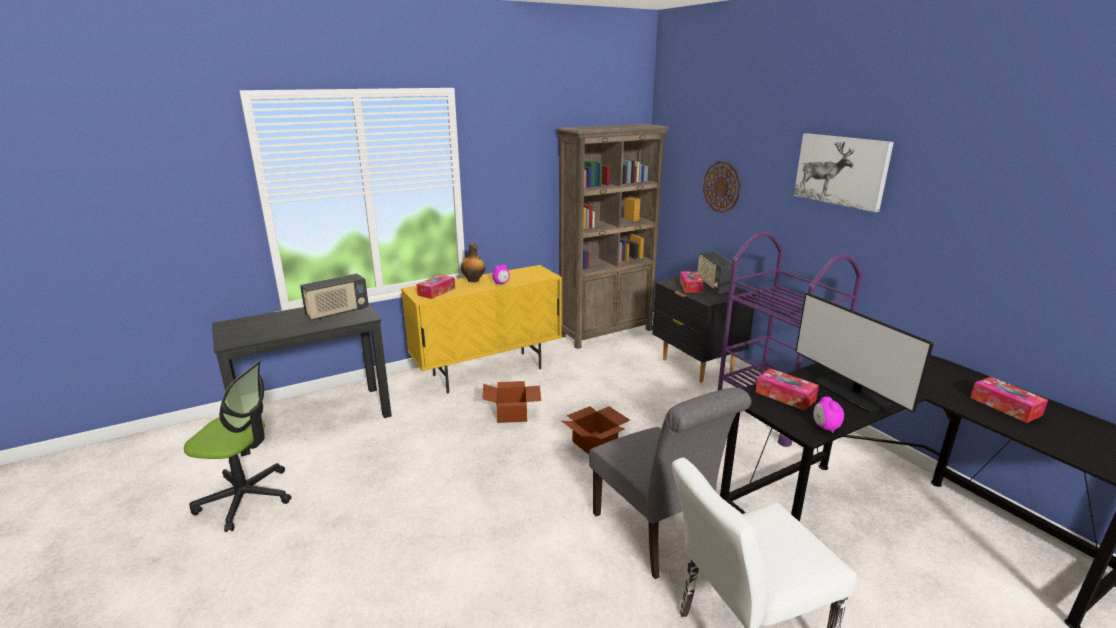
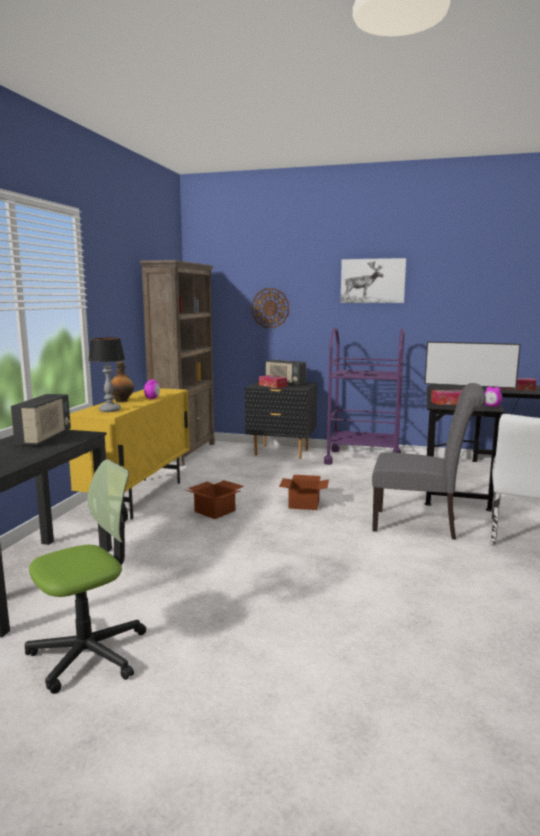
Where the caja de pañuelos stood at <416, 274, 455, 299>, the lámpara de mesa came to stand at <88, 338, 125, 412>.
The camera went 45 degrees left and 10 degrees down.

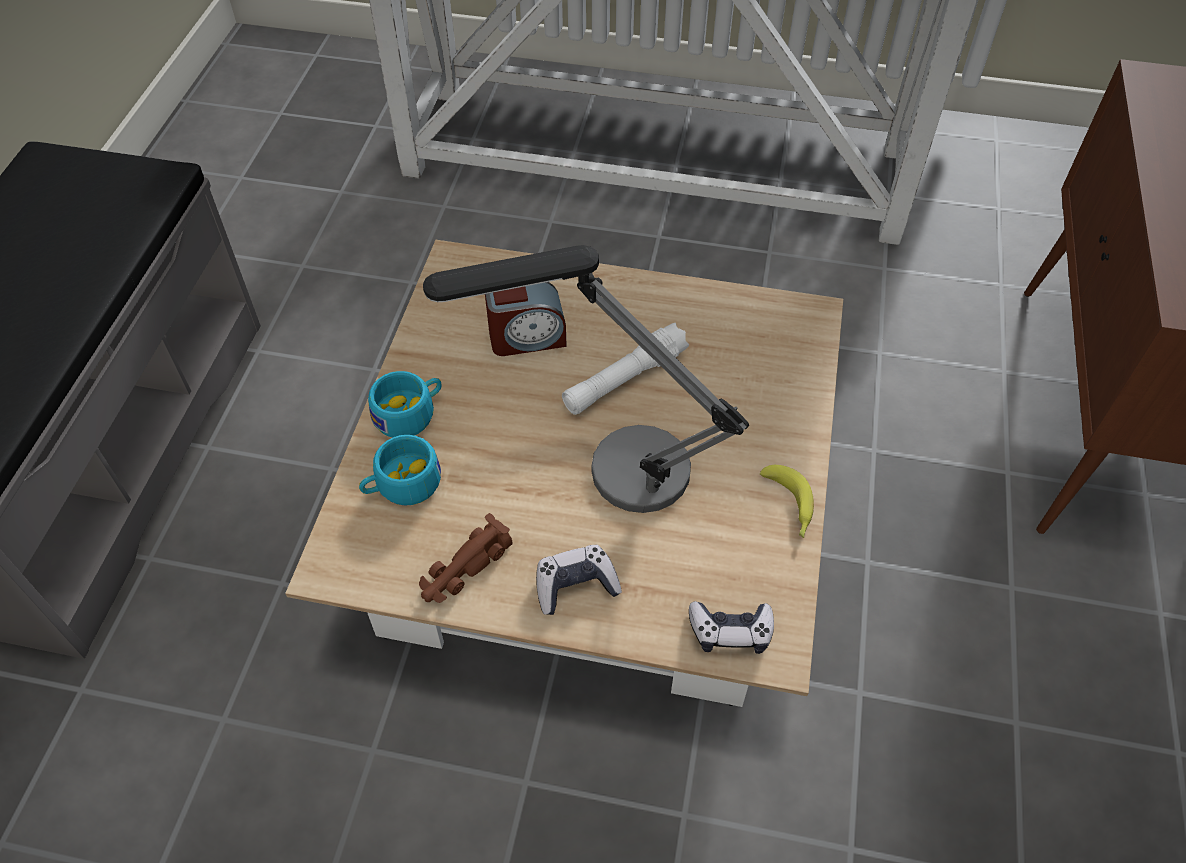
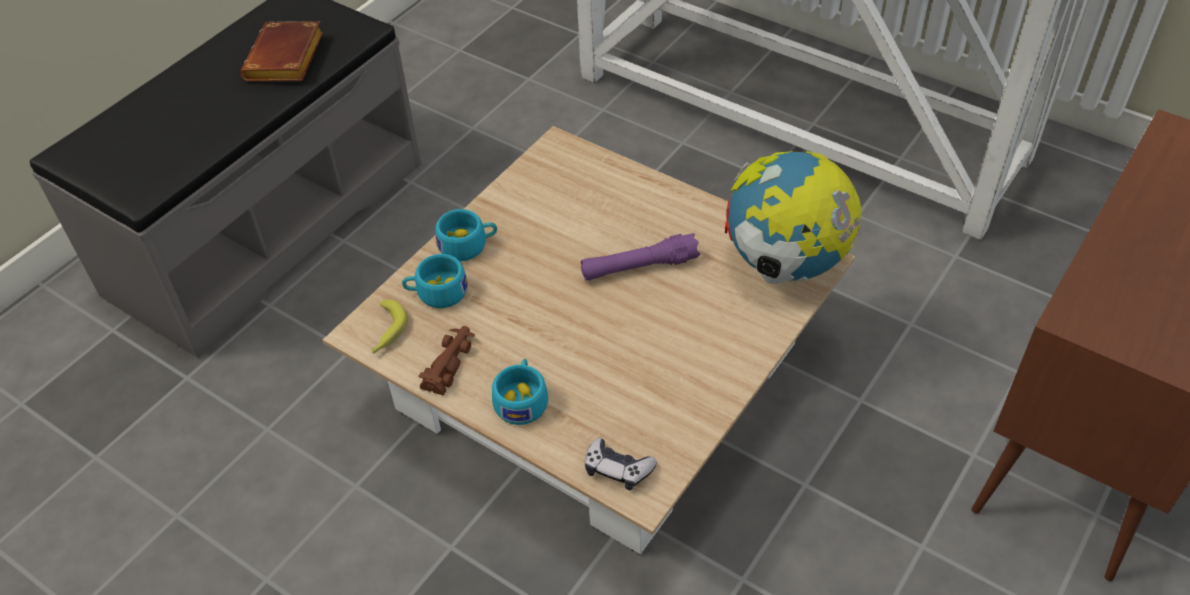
The coche de juguete [marrón] at <419, 513, 513, 603> ended up facing another way, 135 degrees clockwise from before.
The second view lost the lámpara de mesa at <423, 245, 749, 513>.
The second view lost the despertador at <485, 282, 567, 356>.
Where the mando de consola stood at <536, 545, 622, 615>, the taza [turquesa] came to stand at <492, 359, 548, 425>.
What was the linterna [blanco] at <562, 323, 689, 415> turned into the linterna [morado] at <581, 233, 700, 281>.
The plátano ended up elsewhere, having gone from <760, 465, 814, 538> to <372, 299, 408, 354>.
The second view gained the libro [marrón] at <240, 21, 324, 81>.
The second view gained the globo terráqueo at <725, 151, 861, 284>.
The camera went 25 degrees right and 5 degrees down.

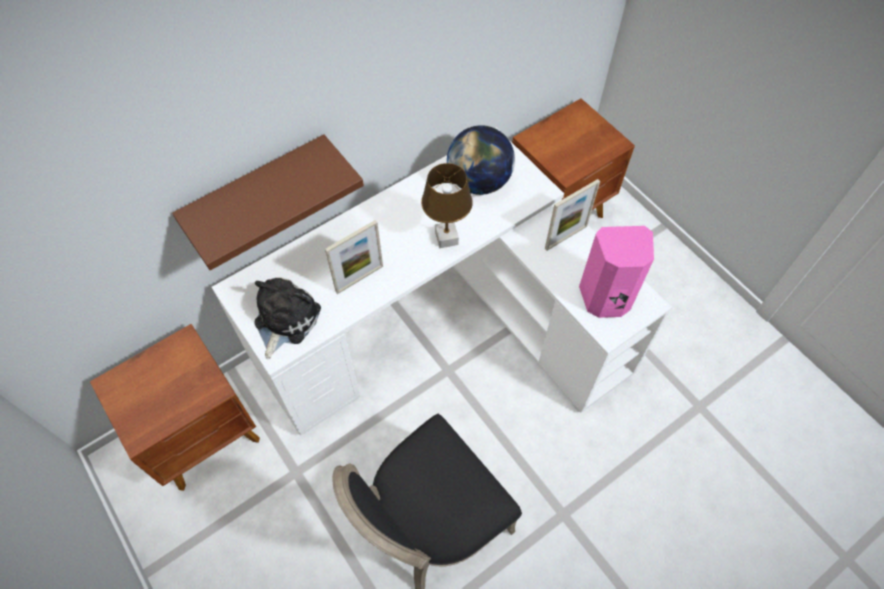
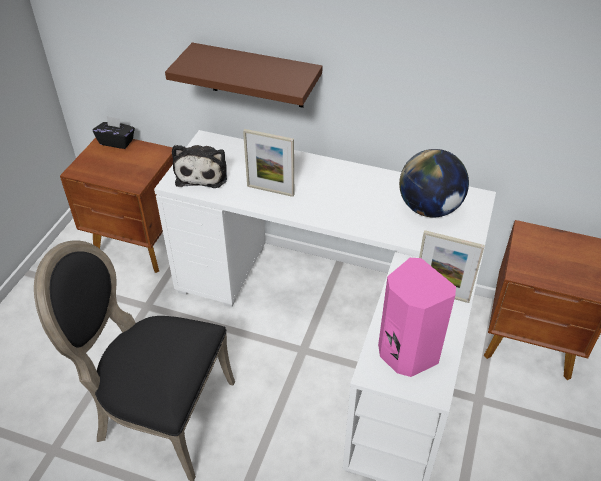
The peluche at <254, 277, 321, 359> ended up facing another way, 105 degrees clockwise from before.
The second view lost the lámpara de mesa [marrón] at <421, 163, 473, 248>.
The second view gained the caja de pañuelos [negro] at <93, 116, 135, 149>.
The camera went 55 degrees right and 15 degrees down.

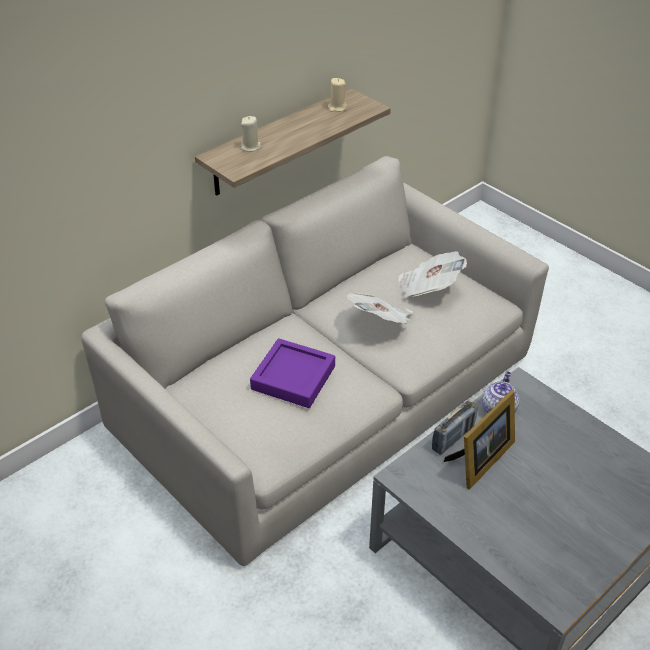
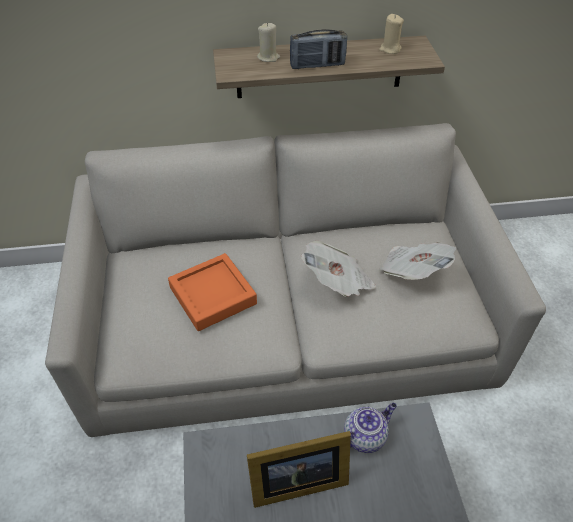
What was the bandeja [morado] at <250, 338, 335, 408> turned into the bandeja [naranja] at <168, 253, 257, 331>.
The radio ended up elsewhere, having gone from <432, 400, 478, 455> to <290, 29, 347, 69>.
The camera went 35 degrees right and 5 degrees up.

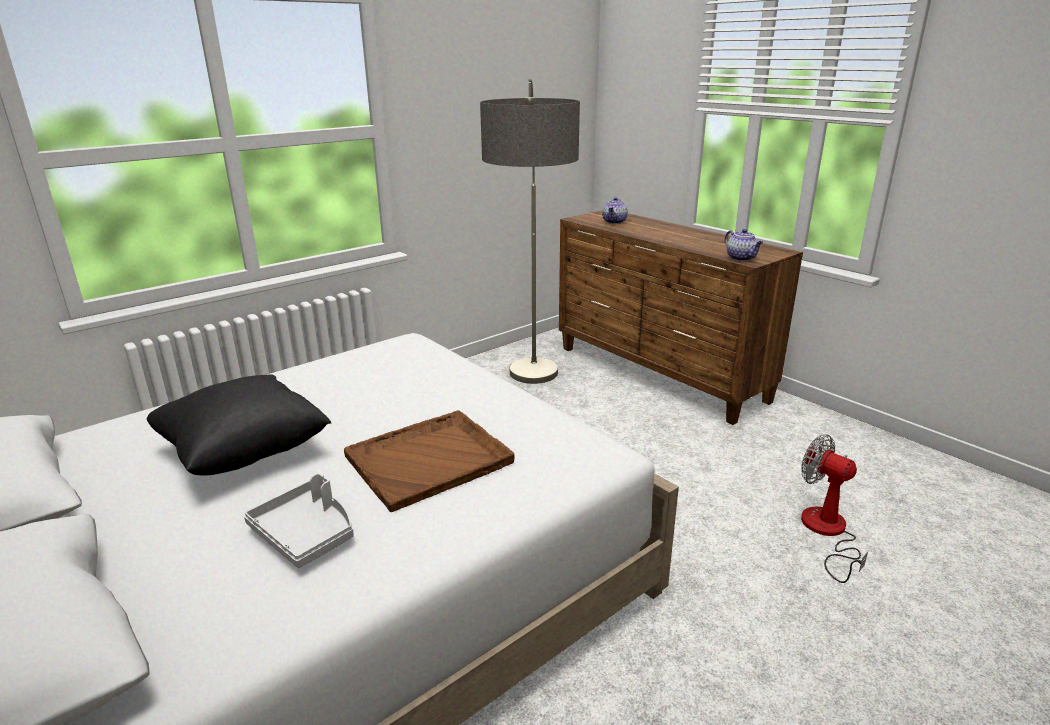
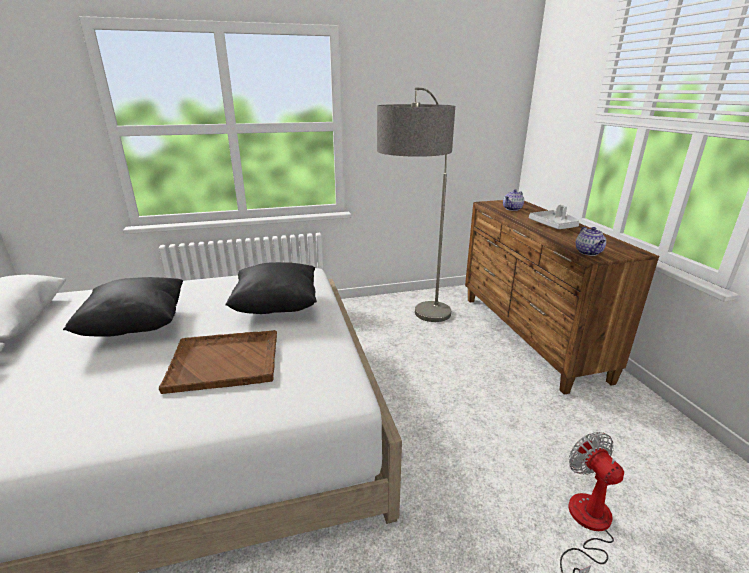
The bandeja [gris] ended up elsewhere, having gone from <244, 473, 354, 568> to <529, 205, 580, 229>.
The second view gained the cojín [negro] at <225, 262, 317, 314>.
The camera went 25 degrees right and 0 degrees up.

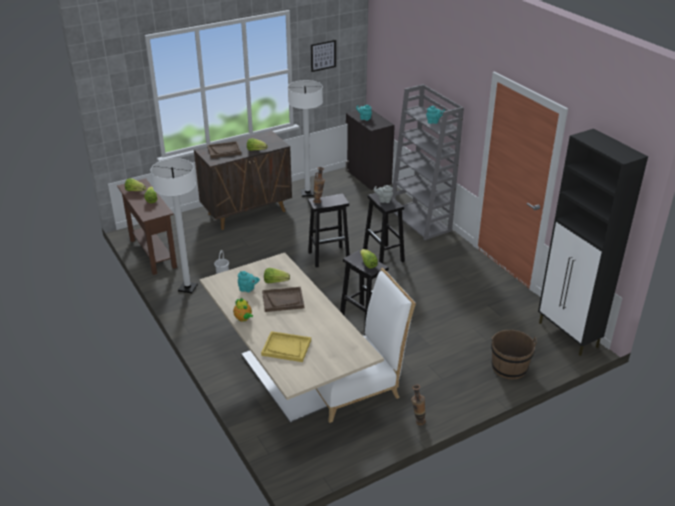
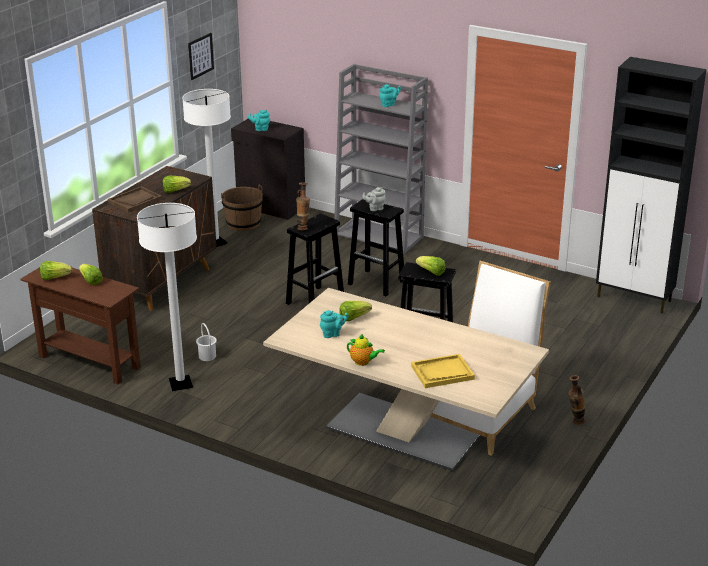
The second view lost the bandeja [marrón] at <262, 287, 304, 312>.
The cubo [marrón] ended up elsewhere, having gone from <491, 330, 537, 379> to <221, 185, 263, 231>.
The camera went 30 degrees left and 5 degrees down.

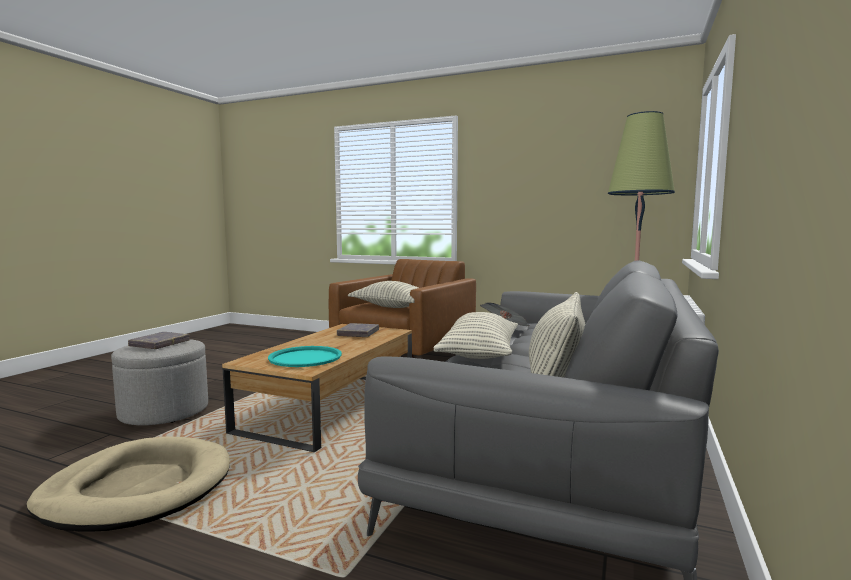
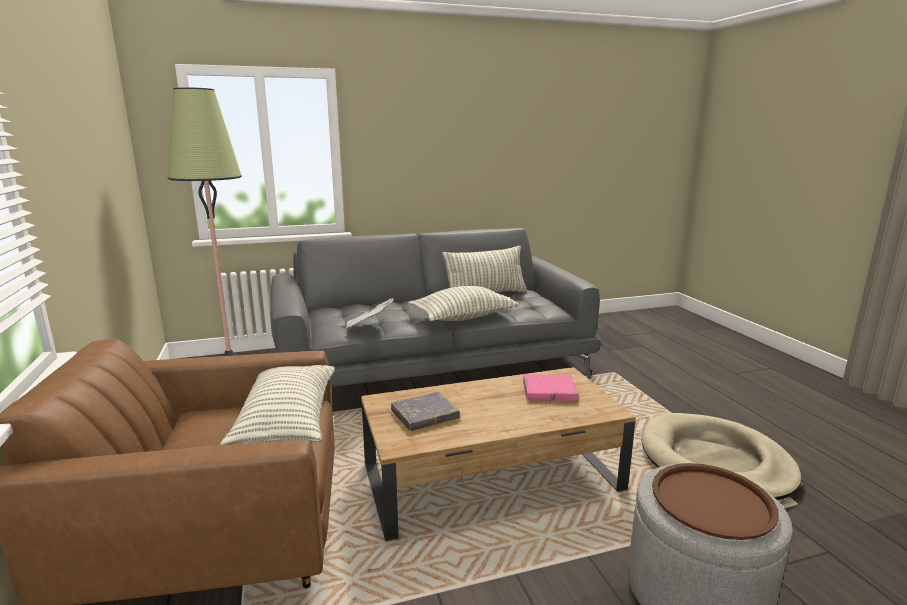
Where the libro [gris] stood at <128, 332, 190, 349>, the bandeja [marrón] came to stand at <652, 463, 779, 540>.
Where the bandeja [turquesa] stood at <268, 346, 342, 367>, the libro [rosa] came to stand at <523, 374, 579, 401>.
The camera went 130 degrees left and 10 degrees up.

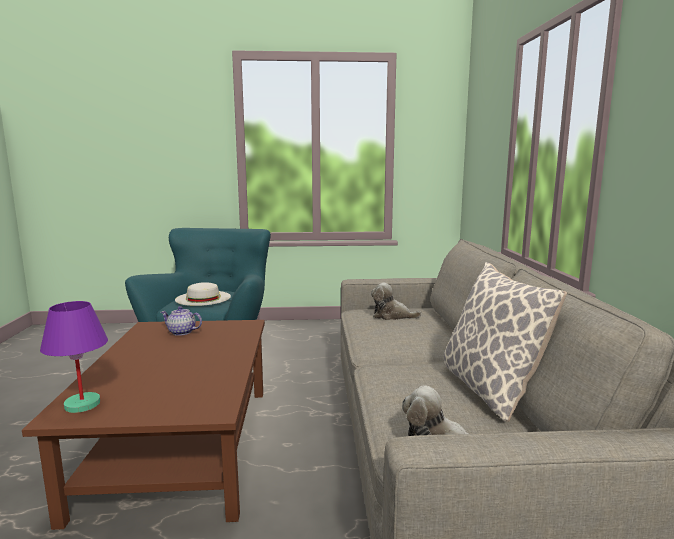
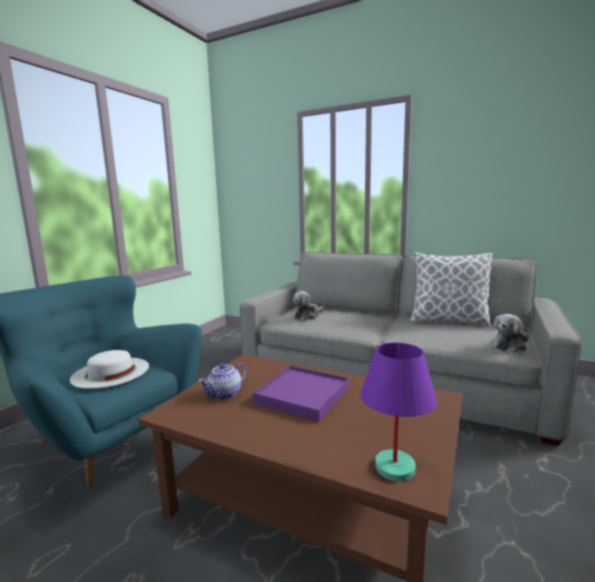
The second view gained the bandeja [morado] at <253, 366, 349, 422>.
The camera went 60 degrees left and 0 degrees up.

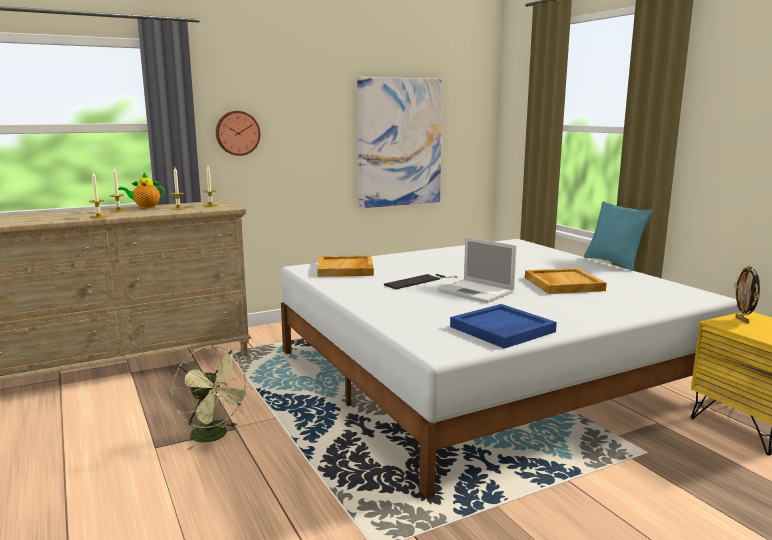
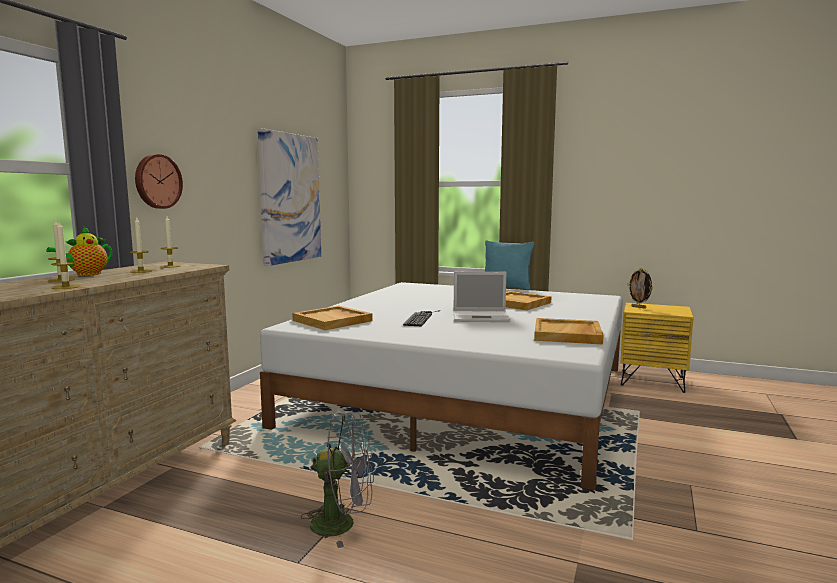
What was the ventilador [verde] at <172, 346, 252, 451> turned into the ventilador [gris] at <301, 412, 374, 548>.
What was the bandeja [azul] at <450, 304, 557, 349> turned into the bandeja [beis] at <534, 318, 604, 345>.
The camera went 40 degrees left and 5 degrees down.

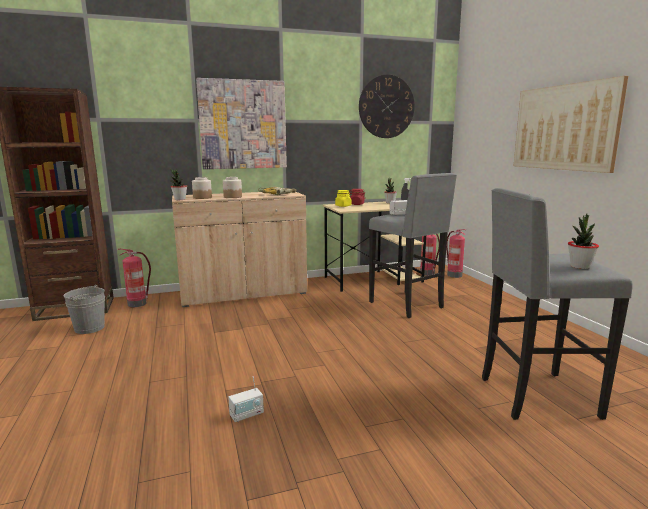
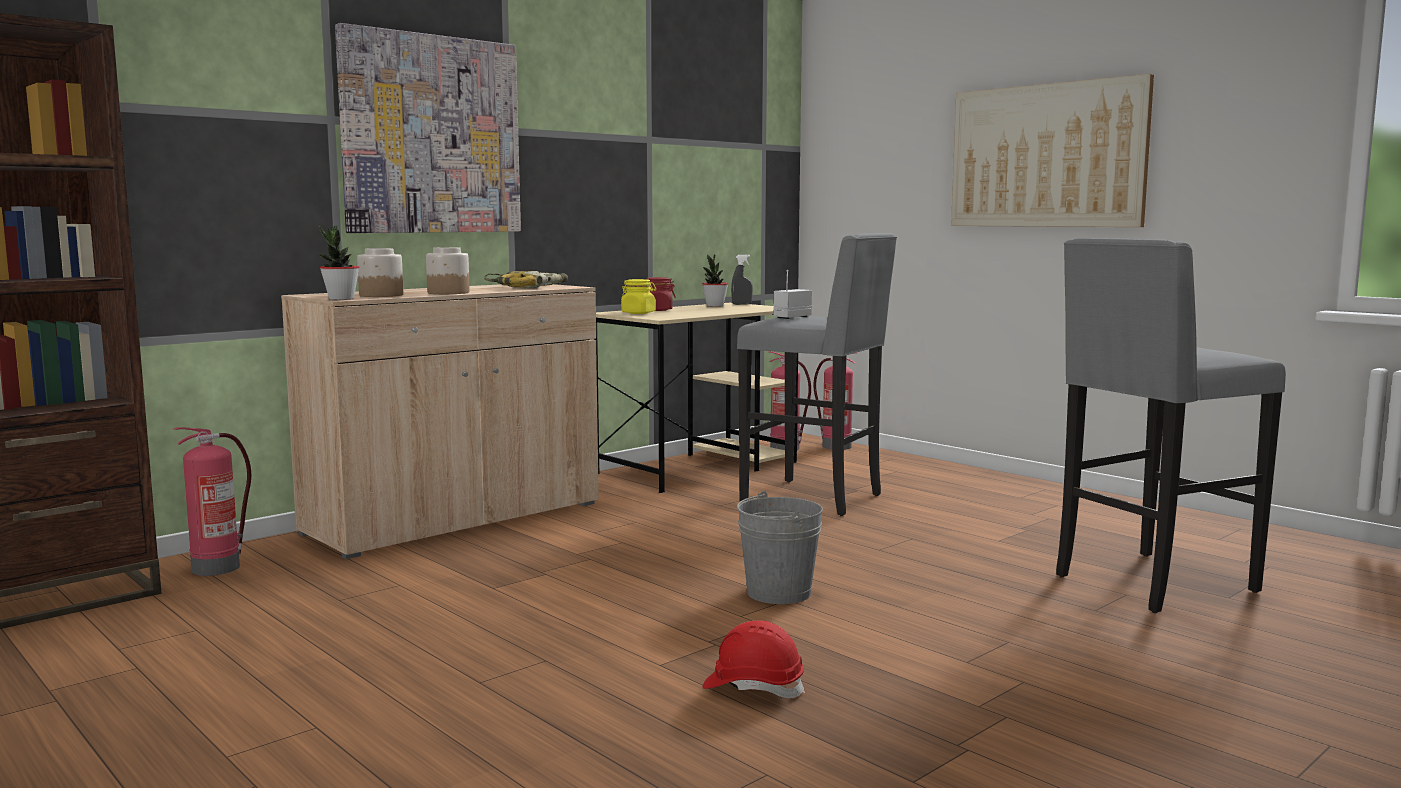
The cubo [gris] ended up elsewhere, having gone from <63, 285, 105, 334> to <737, 491, 823, 604>.
Where the radio stood at <228, 376, 264, 422>, the casco [rojo] came to stand at <703, 620, 805, 698>.
The second view lost the reloj de pared at <359, 74, 415, 138>.
The second view lost the planta en maceta at <568, 213, 599, 269>.
The camera went 25 degrees left and 5 degrees down.

